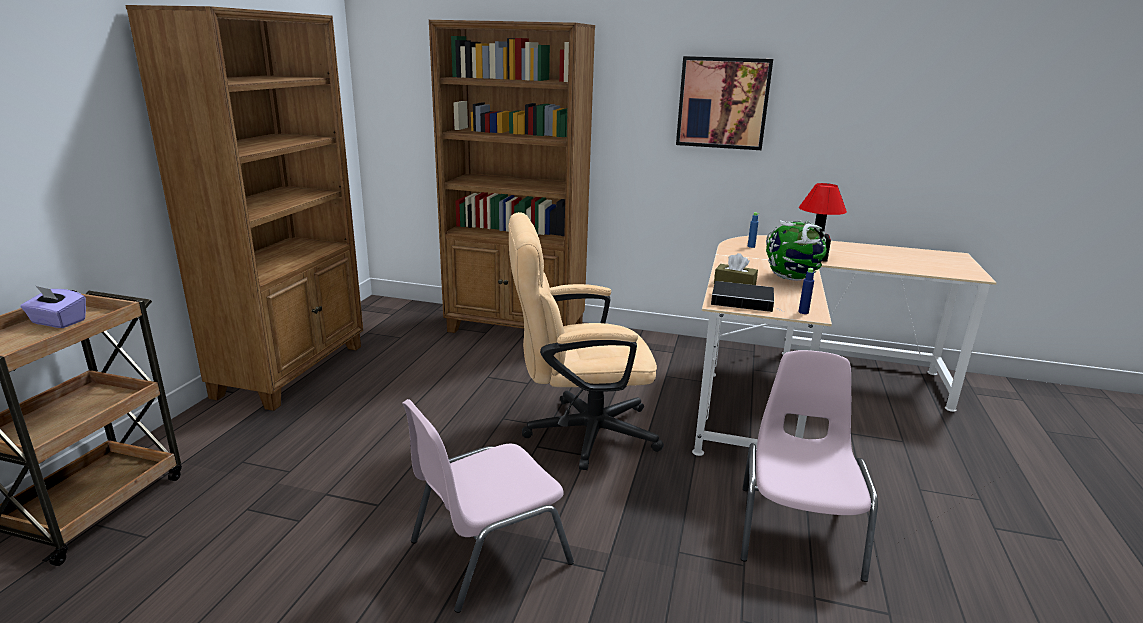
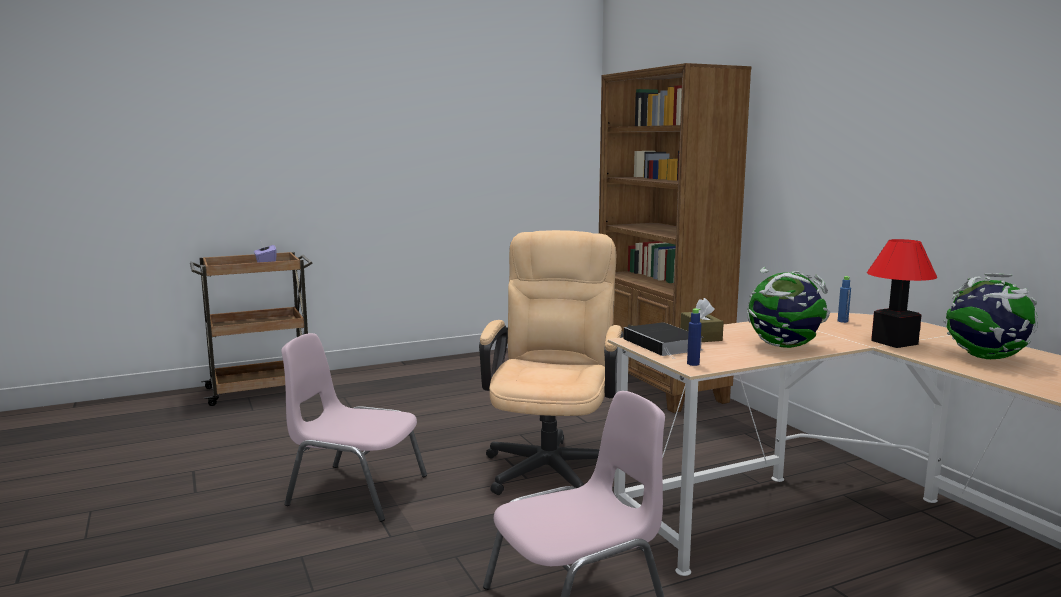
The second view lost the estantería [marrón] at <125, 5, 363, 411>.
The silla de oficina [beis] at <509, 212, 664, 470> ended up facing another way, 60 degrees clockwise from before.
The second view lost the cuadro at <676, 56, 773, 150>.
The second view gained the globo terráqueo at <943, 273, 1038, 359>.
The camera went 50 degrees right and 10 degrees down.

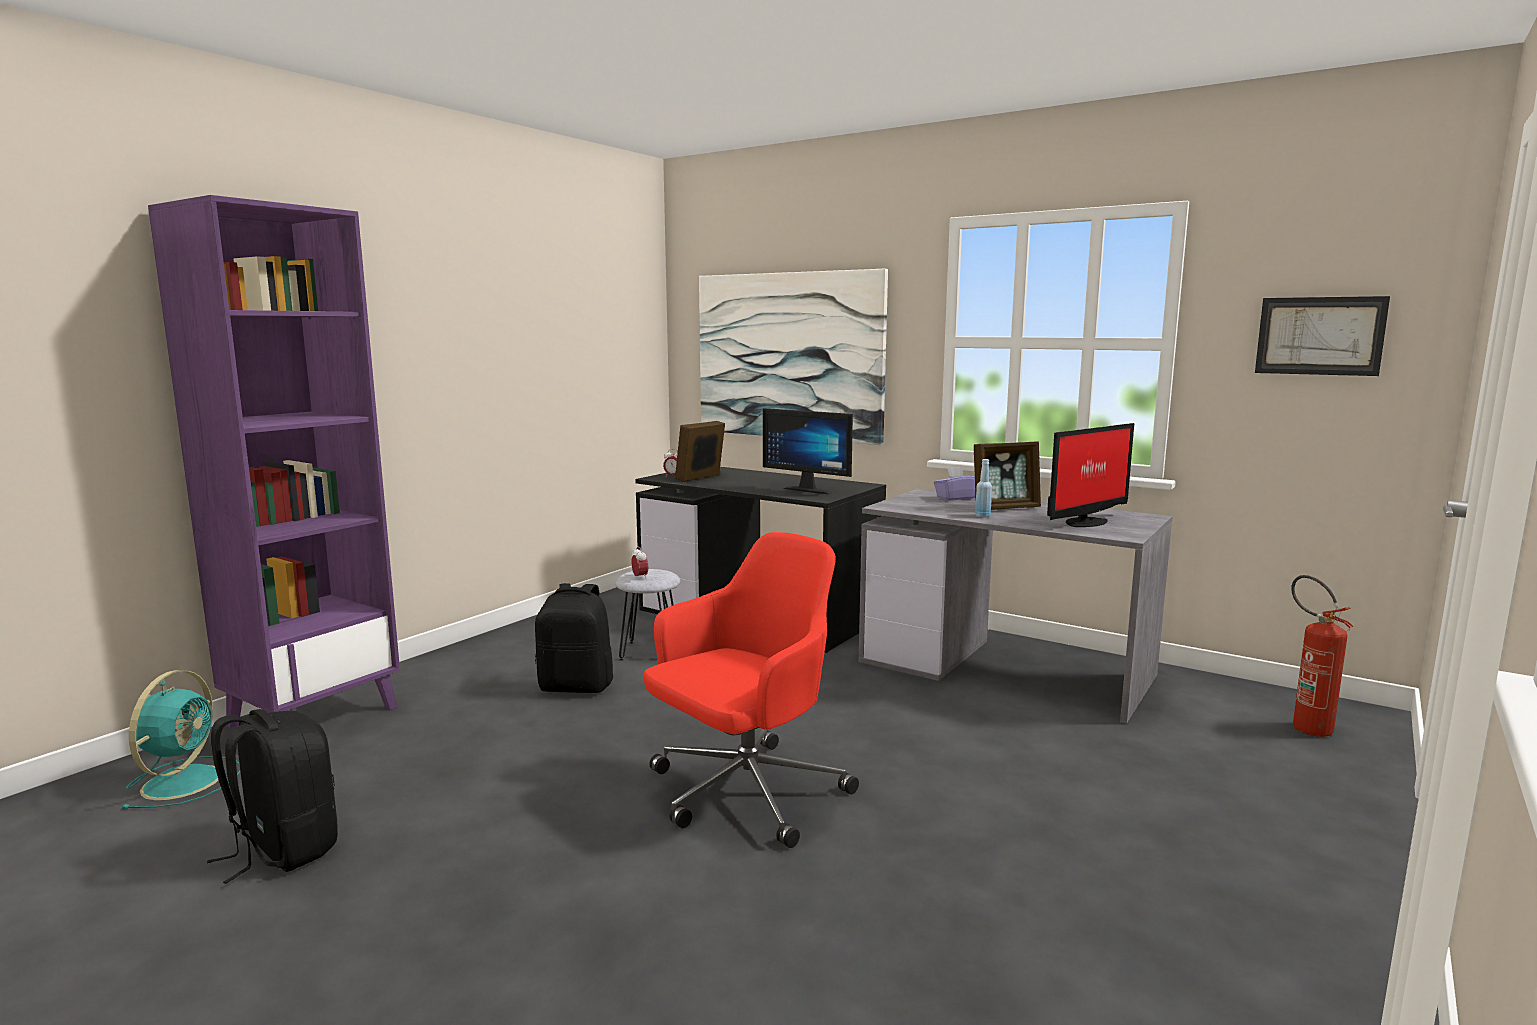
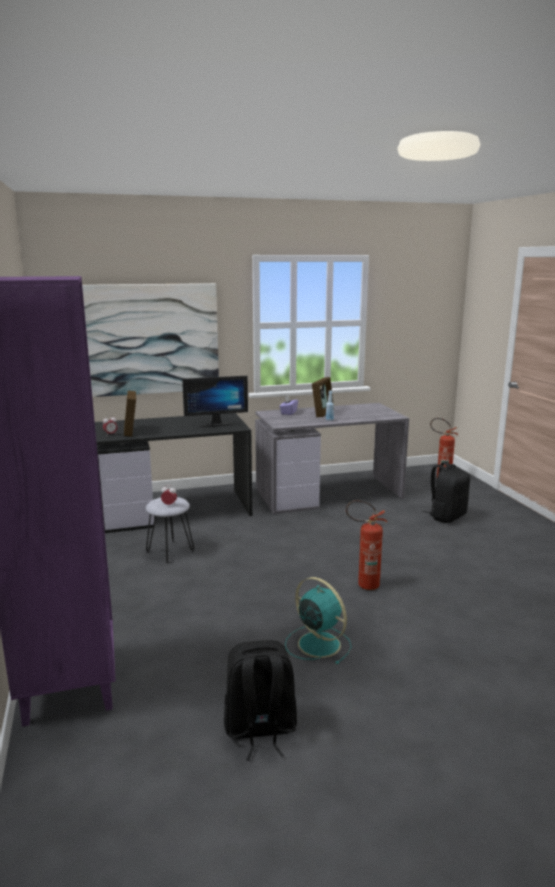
The ventilador [turquesa] ended up elsewhere, having gone from <120, 670, 240, 810> to <285, 577, 352, 664>.
The mochila [negro] ended up elsewhere, having gone from <535, 583, 613, 693> to <423, 462, 470, 523>.
Where the silla de oficina [rojo] stood at <643, 532, 859, 848>, the extintor came to stand at <346, 500, 388, 590>.
The second view lost the monitor at <1047, 423, 1134, 527>.
The second view lost the cuadro at <1255, 296, 1390, 376>.
The camera went 50 degrees left and 5 degrees up.

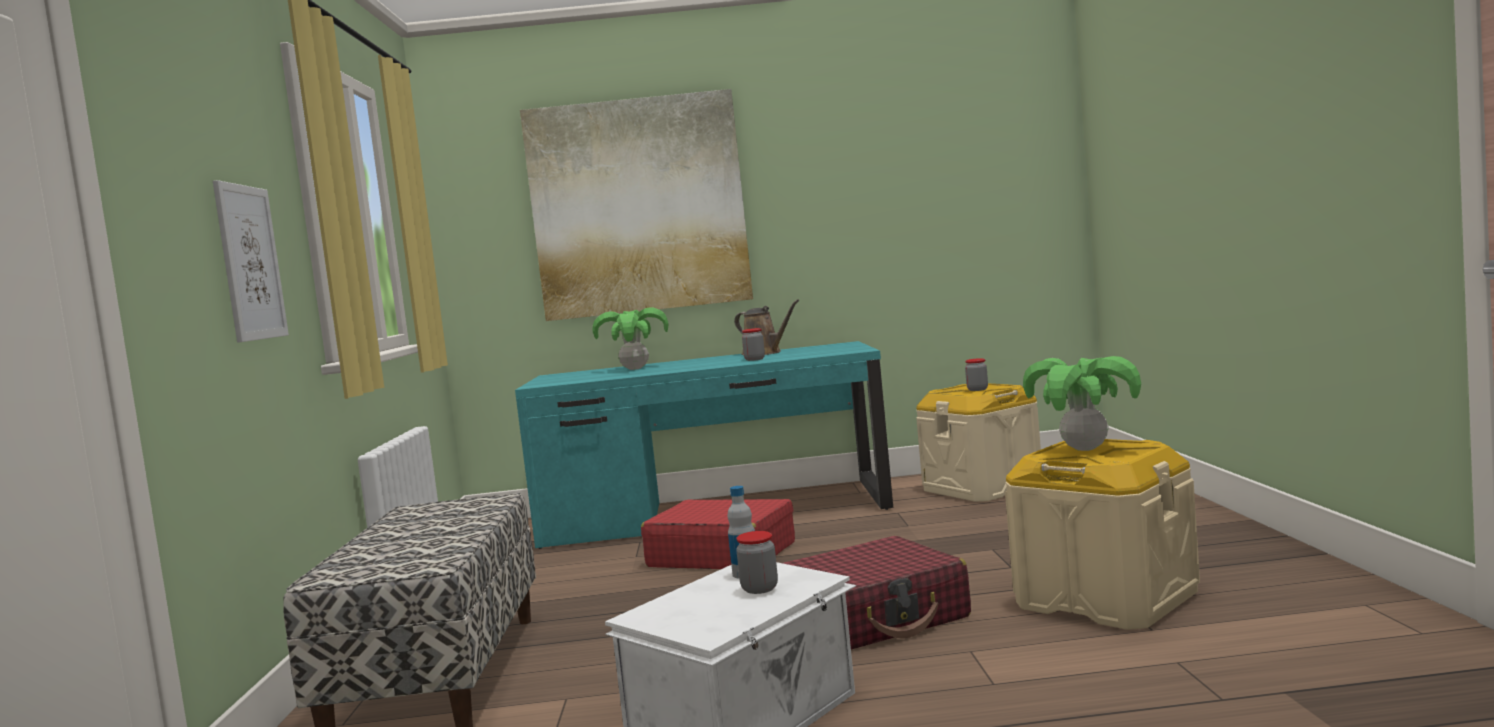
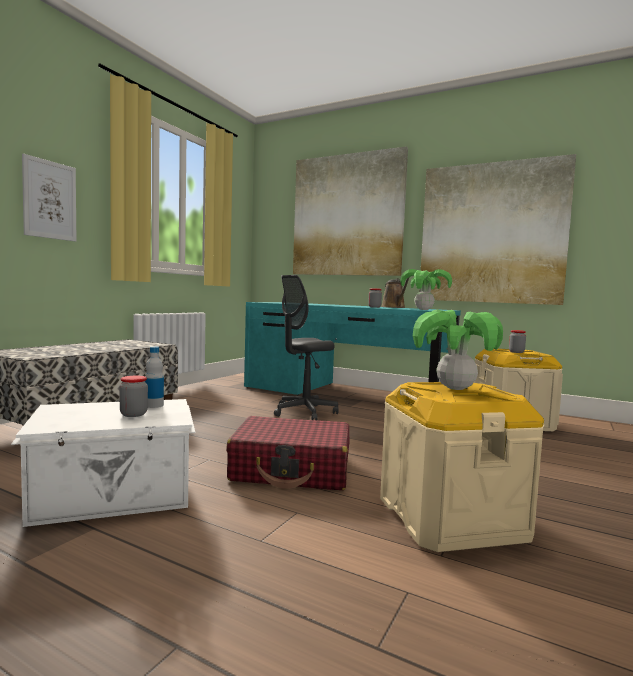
The planta en maceta ended up elsewhere, having gone from <592, 308, 669, 370> to <400, 269, 452, 310>.
Where the maleta [rojo] stood at <641, 499, 795, 569>, the silla de oficina [gris] came to stand at <274, 275, 339, 420>.
The second view gained the cuadro at <419, 154, 576, 305>.
The camera went 30 degrees right and 0 degrees up.

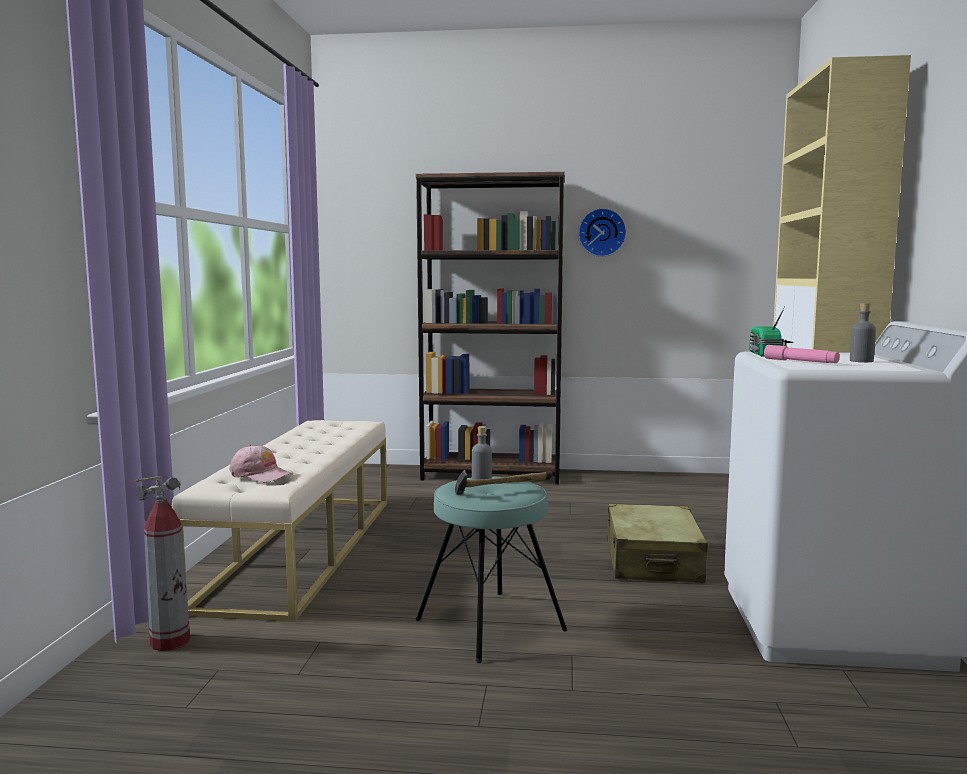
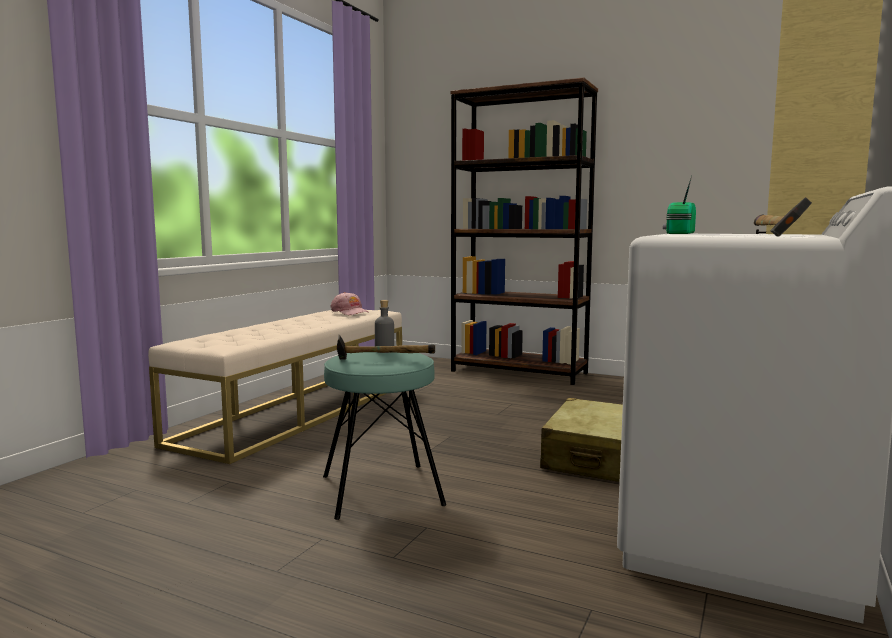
The second view lost the extintor at <136, 476, 190, 651>.
The gorra [rosa] ended up elsewhere, having gone from <229, 445, 293, 482> to <331, 292, 370, 315>.
The second view lost the reloj de pared at <578, 208, 627, 257>.
The second view lost the linterna [rosa] at <764, 345, 840, 363>.
Where the botella [gris] stood at <850, 303, 876, 362>, the martillo came to stand at <754, 197, 812, 236>.
The camera went 20 degrees right and 0 degrees up.

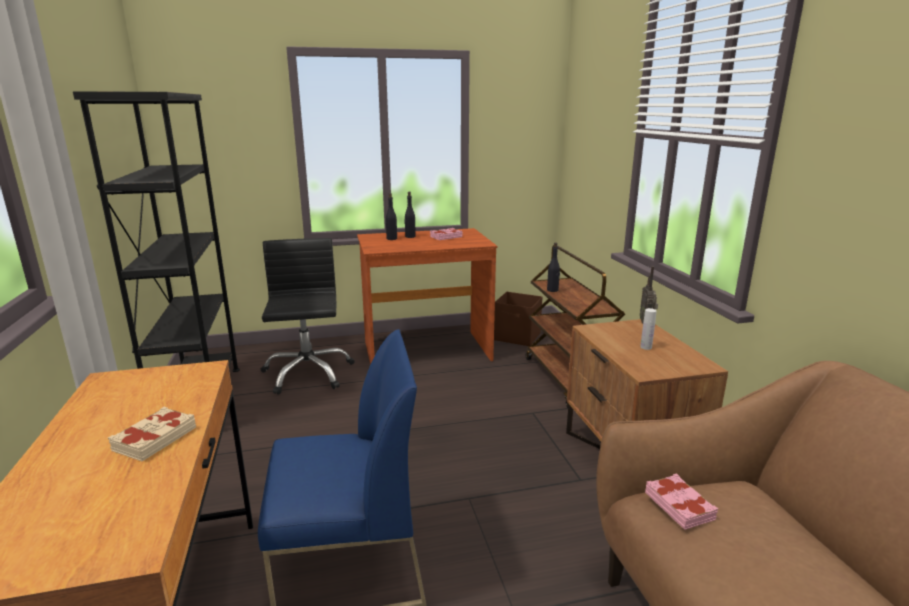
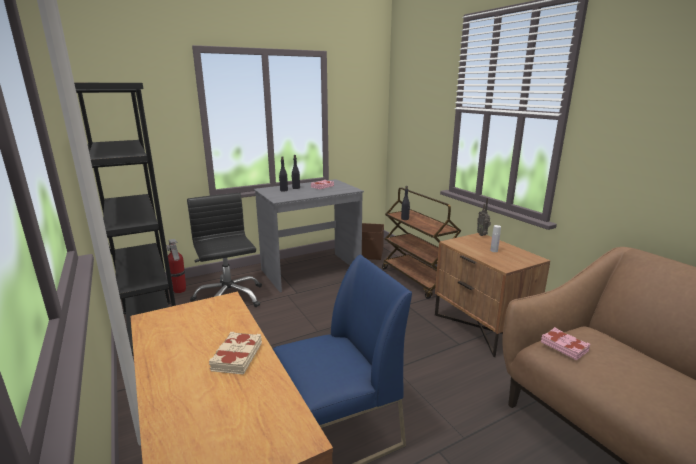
What was the escritorio [marrón] at <357, 228, 498, 365> turned into the escritorio [gris] at <254, 179, 364, 292>.
The second view gained the extintor at <167, 239, 186, 293>.
The camera went 15 degrees left and 0 degrees up.

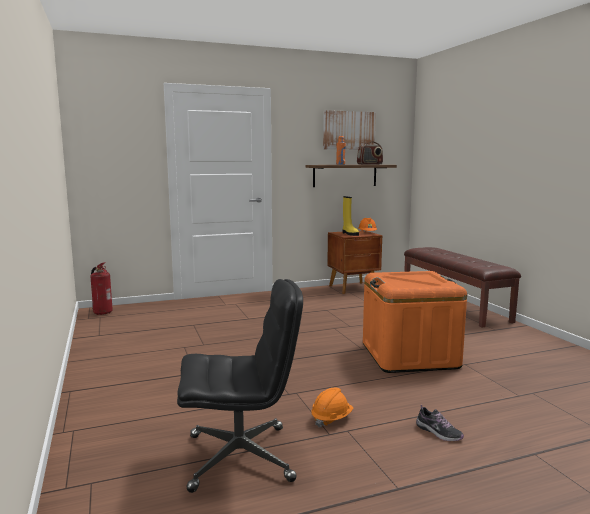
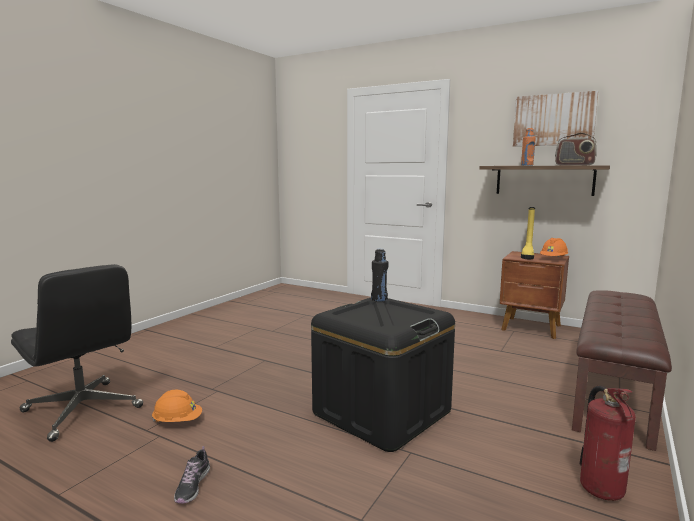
The extintor ended up elsewhere, having gone from <90, 262, 113, 315> to <579, 386, 636, 501>.
What was the caja de almacenaje [naranja] at <363, 271, 467, 373> turned into the caja de almacenaje [negro] at <311, 298, 455, 452>.
The second view gained the botella [negro] at <371, 249, 388, 302>.
The camera went 50 degrees right and 0 degrees up.

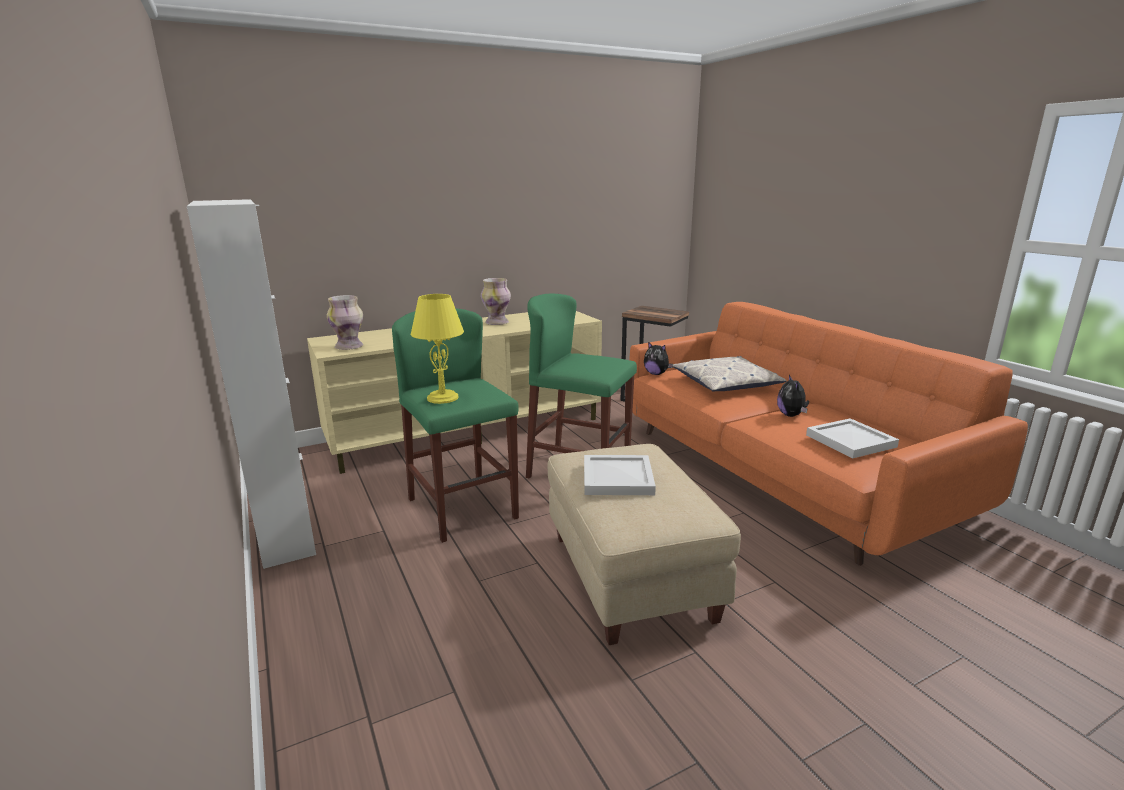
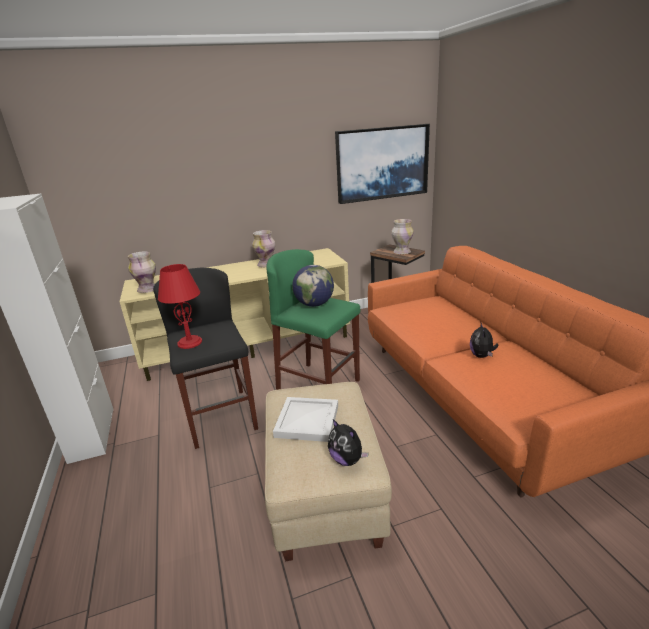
What was the taburete [verde] at <392, 308, 519, 543> turned into the taburete [negro] at <153, 268, 258, 449>.
What was the lámpara de mesa [amarillo] at <411, 294, 464, 404> turned into the lámpara de mesa [rojo] at <158, 264, 202, 349>.
The peluche ended up elsewhere, having gone from <644, 342, 673, 375> to <328, 419, 369, 466>.
The second view lost the cojín at <672, 356, 787, 391>.
The second view lost the bandeja [blanco] at <806, 418, 899, 458>.
The second view gained the globo terráqueo at <292, 265, 334, 307>.
The second view gained the cuadro at <335, 124, 430, 204>.
The second view gained the florero at <391, 219, 414, 254>.
The camera went 10 degrees right and 5 degrees up.

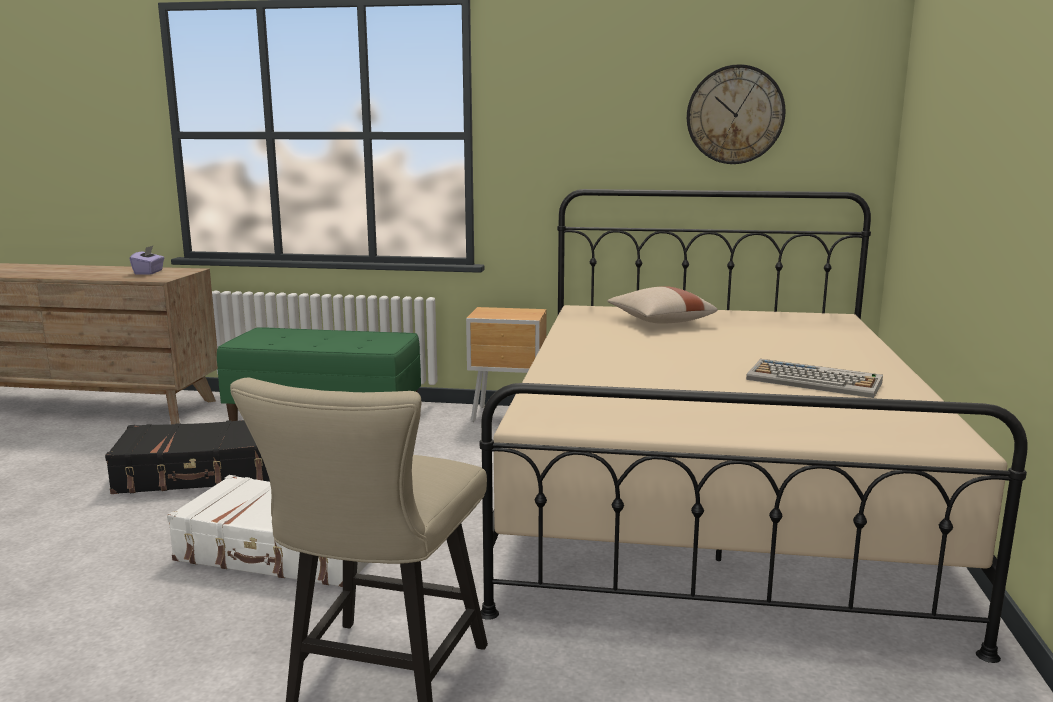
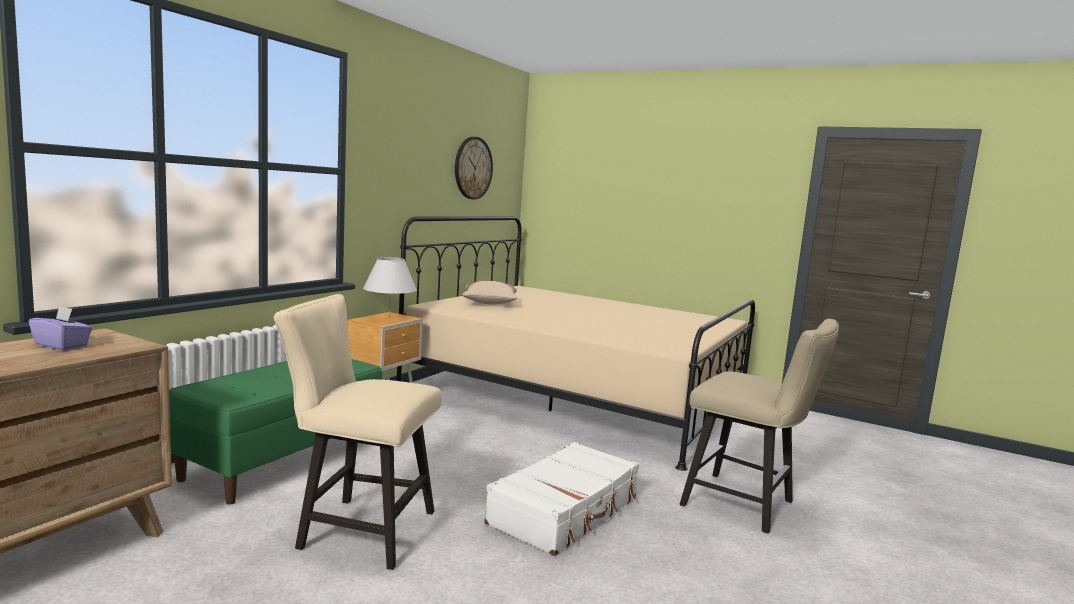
Where the maleta [negro] stood at <105, 420, 270, 494>, the silla [beis] came to stand at <274, 294, 442, 570>.
The second view lost the teclado at <746, 359, 883, 398>.
The second view gained the lámpara de mesa [blanco] at <363, 257, 417, 317>.
The camera went 70 degrees left and 5 degrees down.

